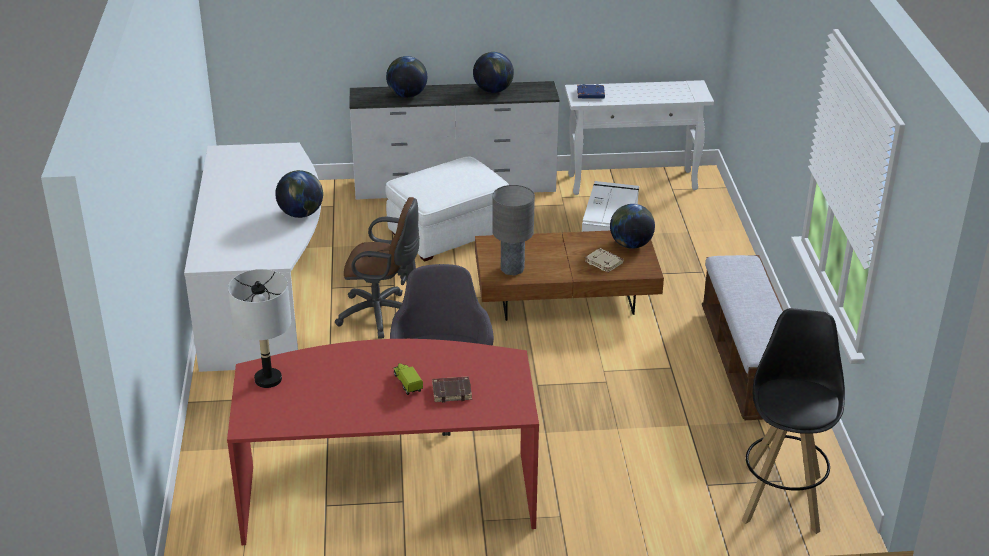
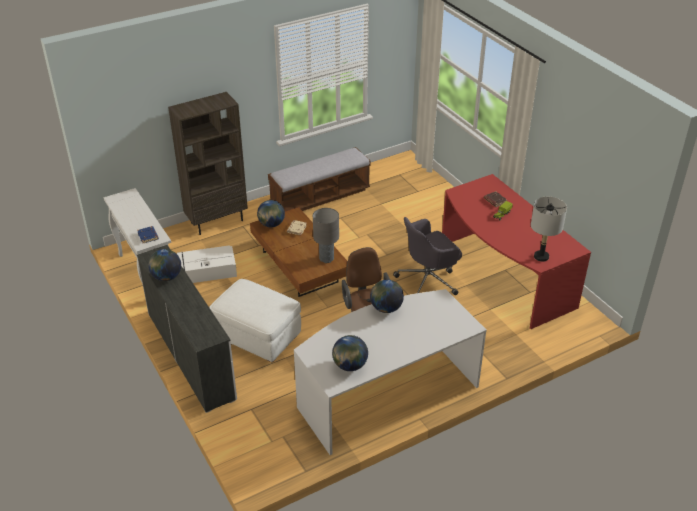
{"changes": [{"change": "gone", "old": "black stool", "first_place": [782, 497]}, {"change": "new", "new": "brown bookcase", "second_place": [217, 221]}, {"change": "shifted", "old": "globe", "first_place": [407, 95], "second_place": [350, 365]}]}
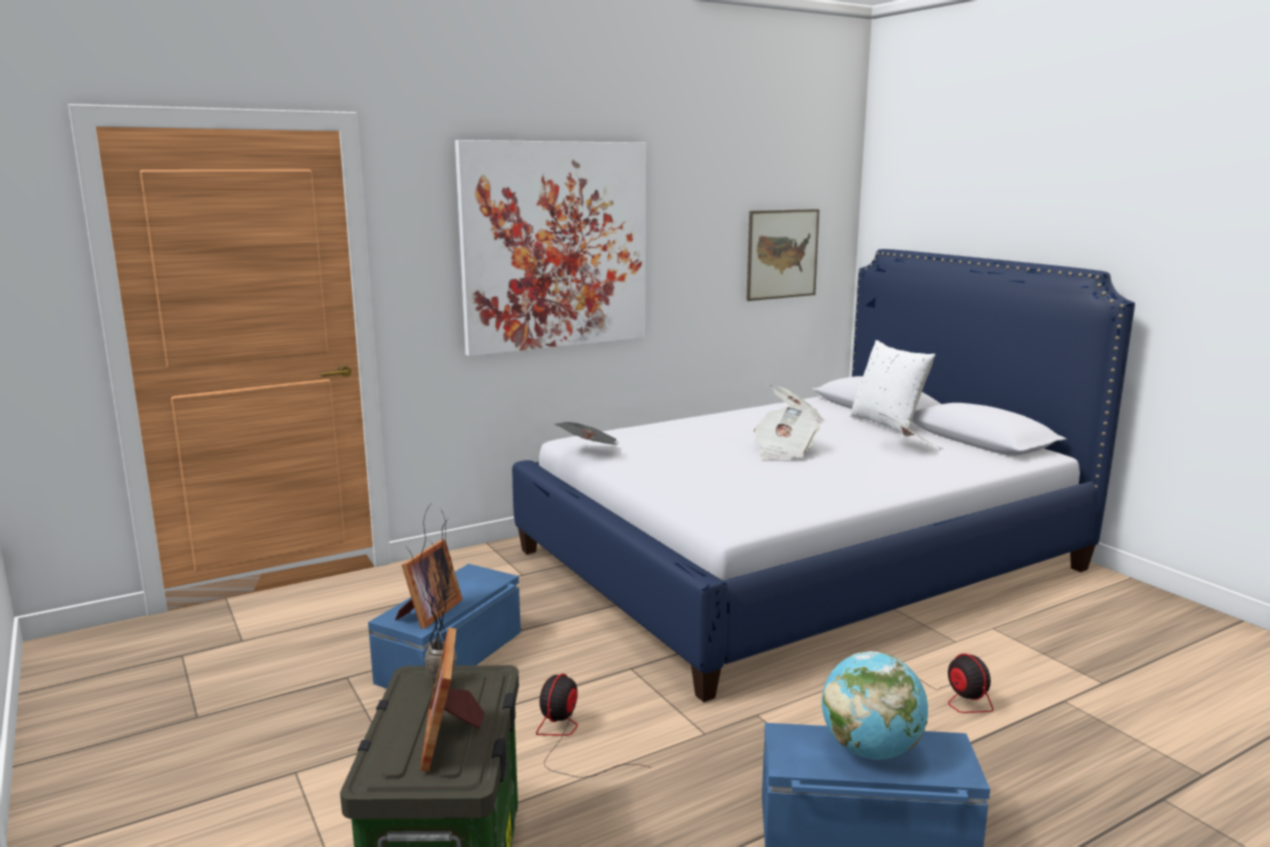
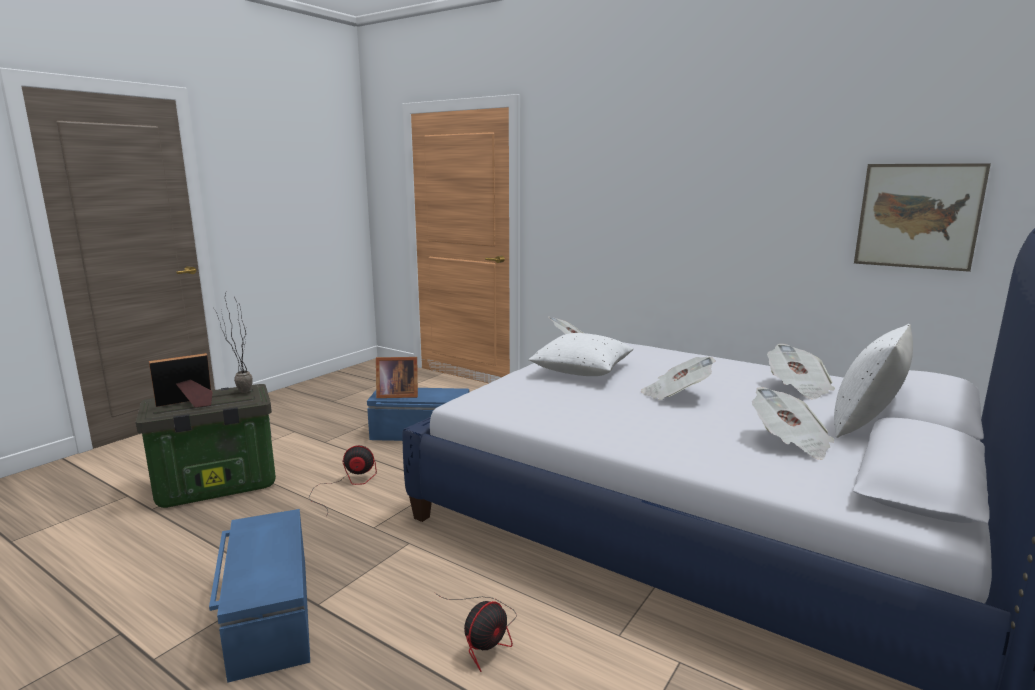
{"changes": [{"change": "gone", "old": "picture", "first_place": [555, 246]}, {"change": "gone", "old": "globe", "first_place": [870, 750]}, {"change": "new", "new": "white pillow", "second_place": [582, 371]}]}
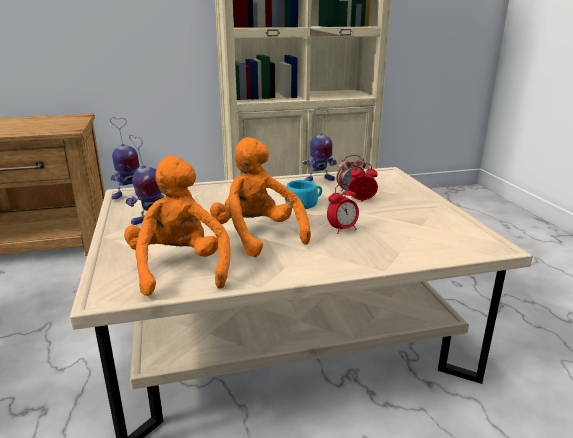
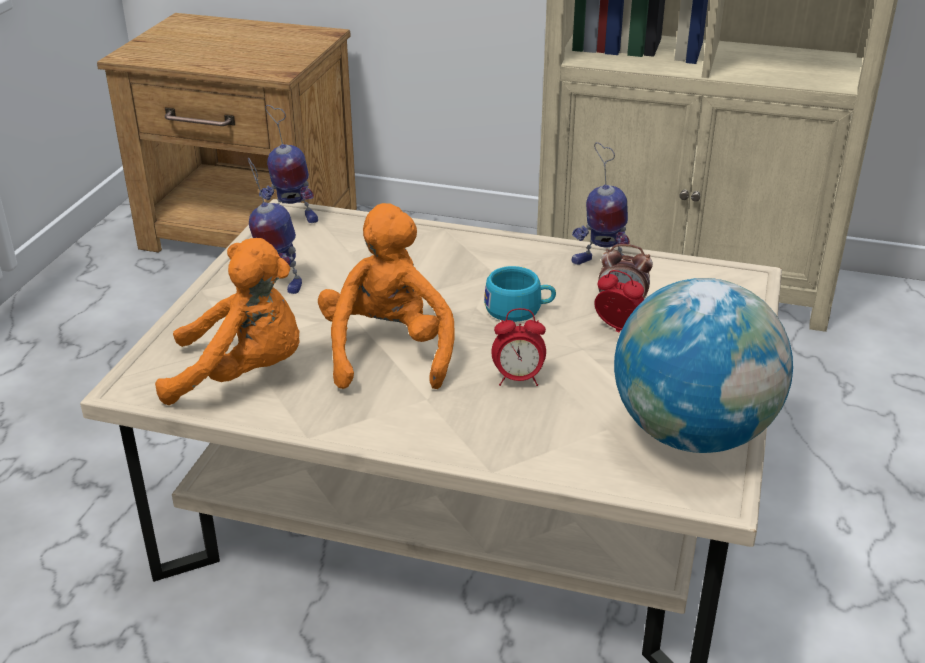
{"changes": [{"change": "new", "new": "globe", "second_place": [692, 433]}, {"change": "rotated", "old": "orange plush toy", "first_place": [180, 268], "second_place": [243, 374], "degrees": 75}]}
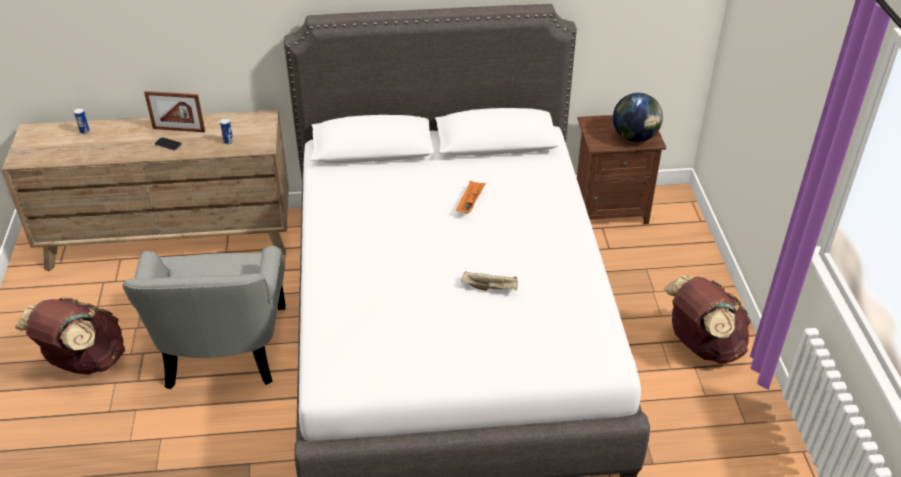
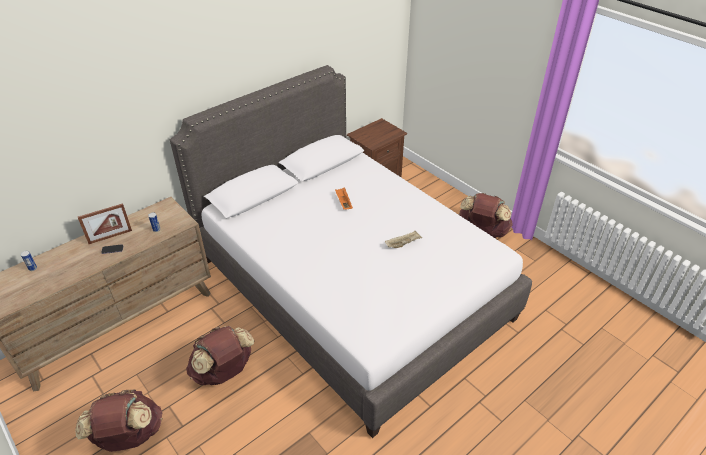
{"changes": [{"change": "gone", "old": "globe", "first_place": [635, 137]}, {"change": "swapped", "old": "grey armchair", "new": "brown backpack", "first_place": [223, 348], "second_place": [223, 372]}]}
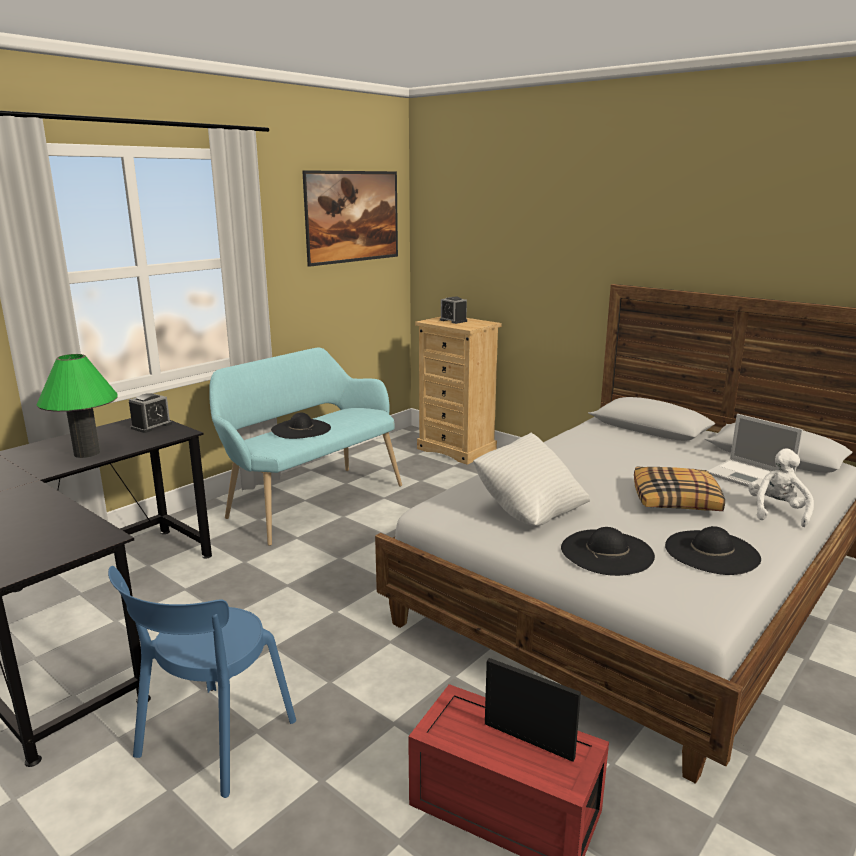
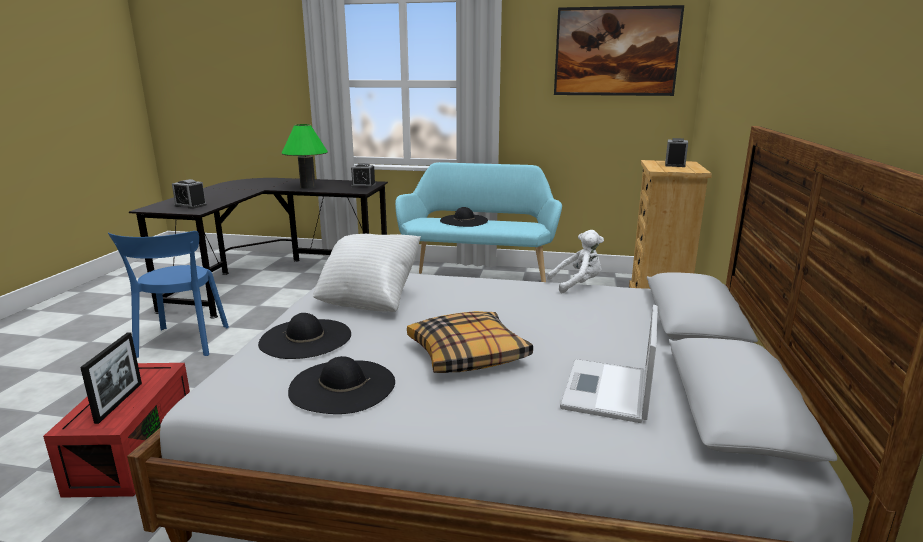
{"changes": [{"change": "new", "new": "alarm clock", "second_place": [190, 205]}, {"change": "shifted", "old": "white plush toy", "first_place": [777, 512], "second_place": [577, 285]}, {"change": "rotated", "old": "blue chair", "first_place": [212, 743], "second_place": [181, 344], "degrees": -90}]}
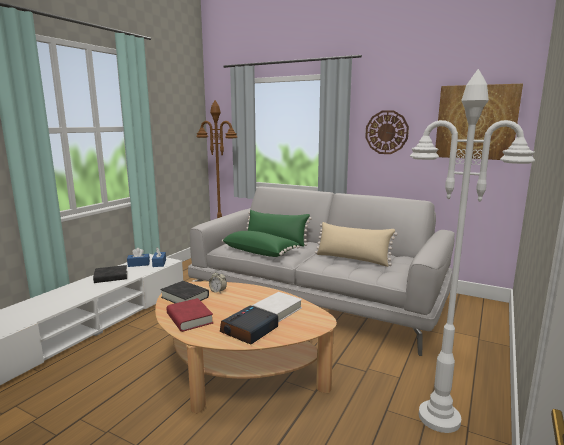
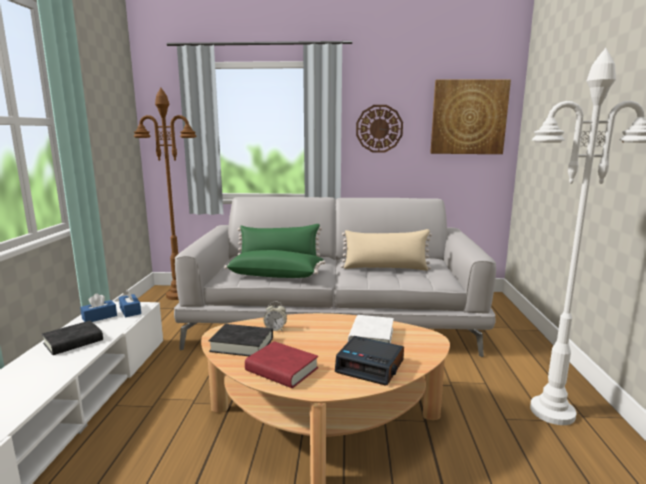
{"changes": [{"change": "rotated", "old": "alarm clock", "first_place": [249, 330], "second_place": [370, 366], "degrees": -75}]}
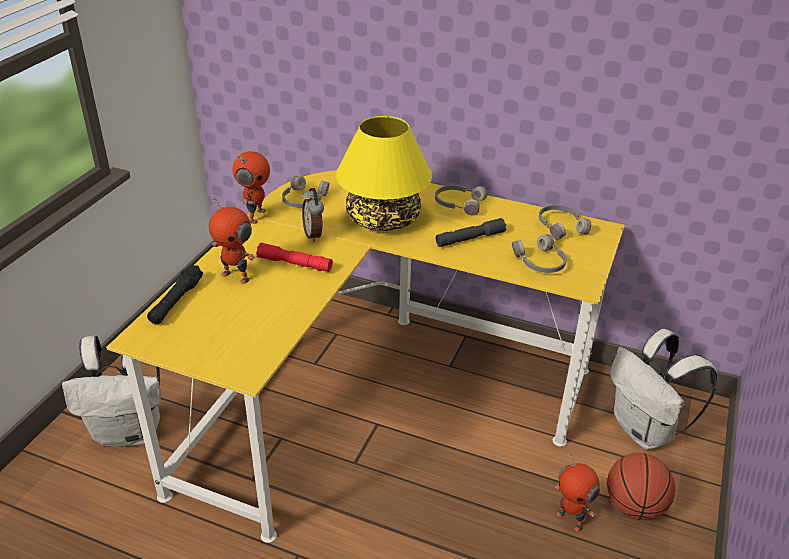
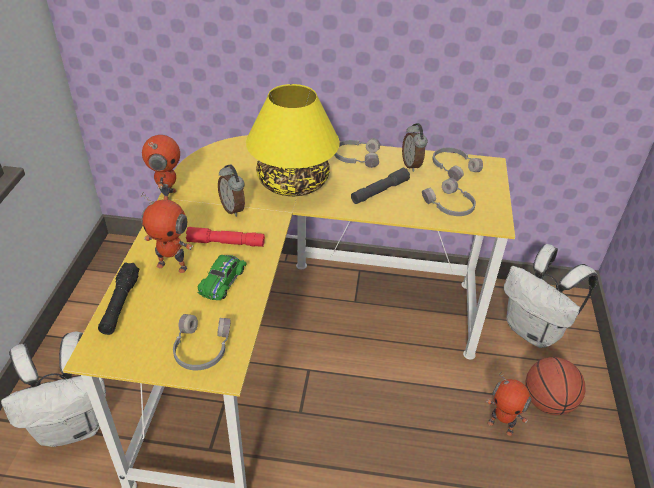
{"changes": [{"change": "new", "new": "green toy car", "second_place": [222, 281]}, {"change": "new", "new": "alarm clock", "second_place": [412, 165]}, {"change": "shifted", "old": "grey headphones", "first_place": [303, 200], "second_place": [201, 349]}]}
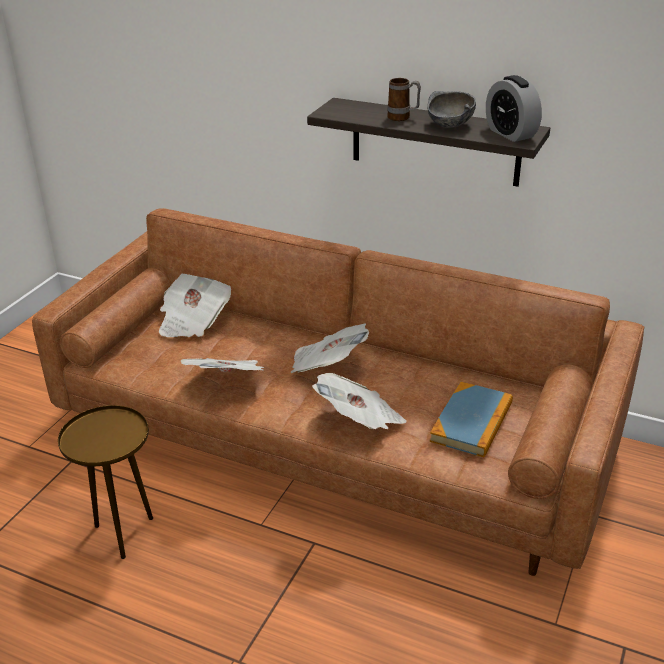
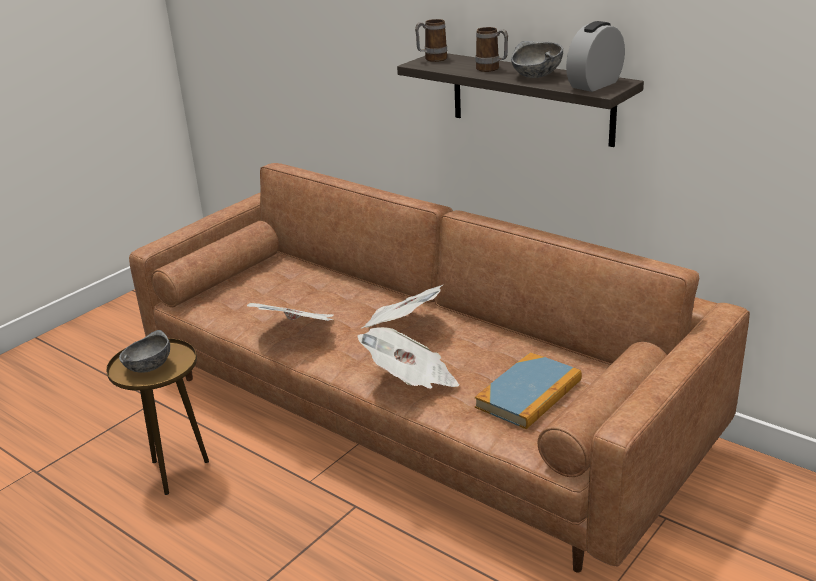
{"changes": [{"change": "gone", "old": "newspaper", "first_place": [193, 320]}, {"change": "new", "new": "grey bowl", "second_place": [148, 367]}, {"change": "new", "new": "mug", "second_place": [431, 59]}, {"change": "rotated", "old": "alarm clock", "first_place": [510, 133], "second_place": [594, 85], "degrees": 60}]}
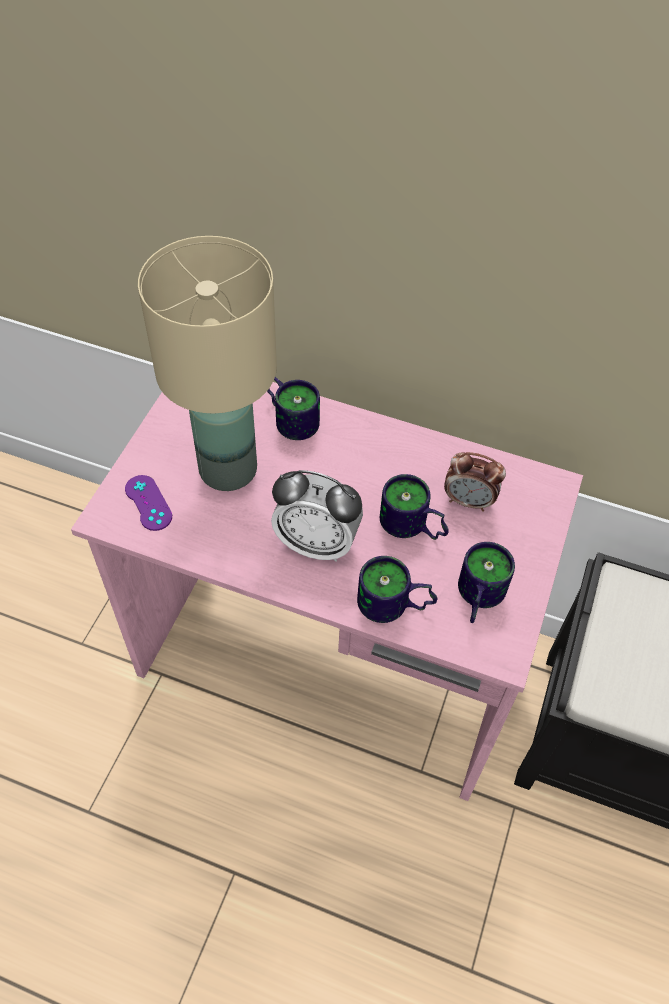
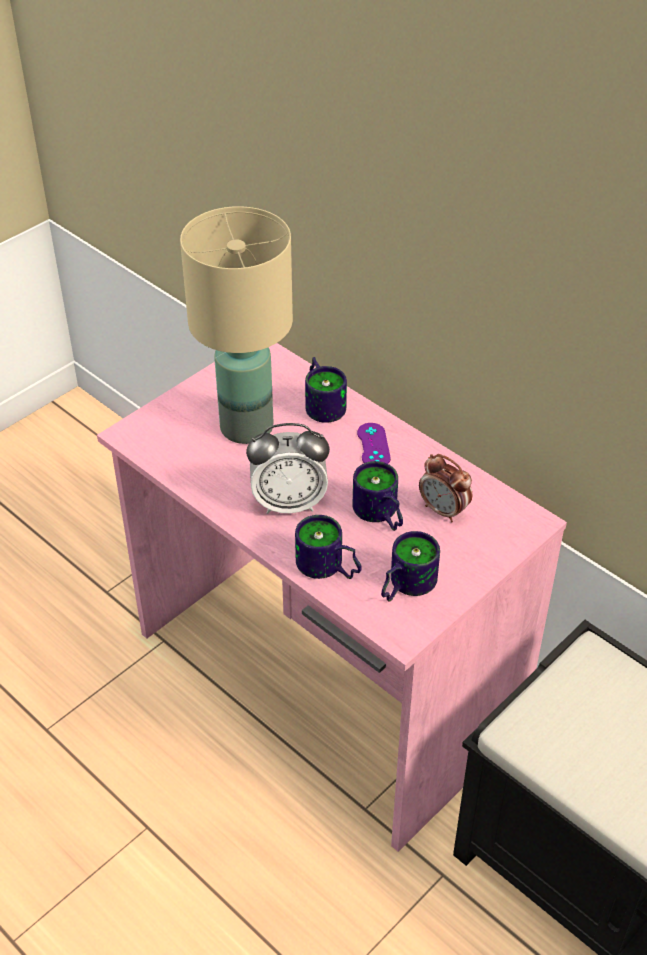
{"changes": [{"change": "shifted", "old": "purple game controller", "first_place": [148, 503], "second_place": [373, 446]}, {"change": "rotated", "old": "alarm clock", "first_place": [317, 543], "second_place": [289, 503], "degrees": -45}]}
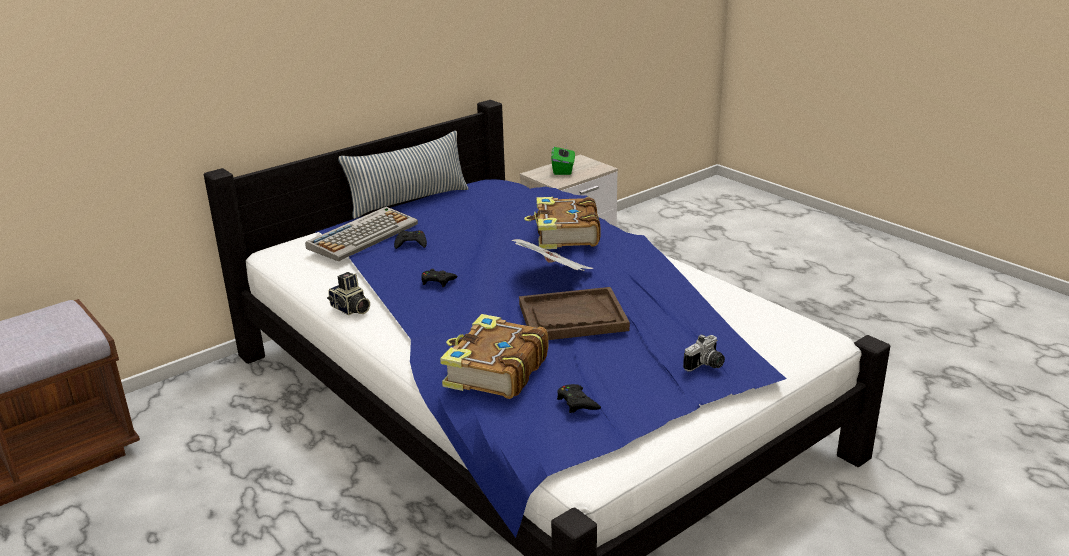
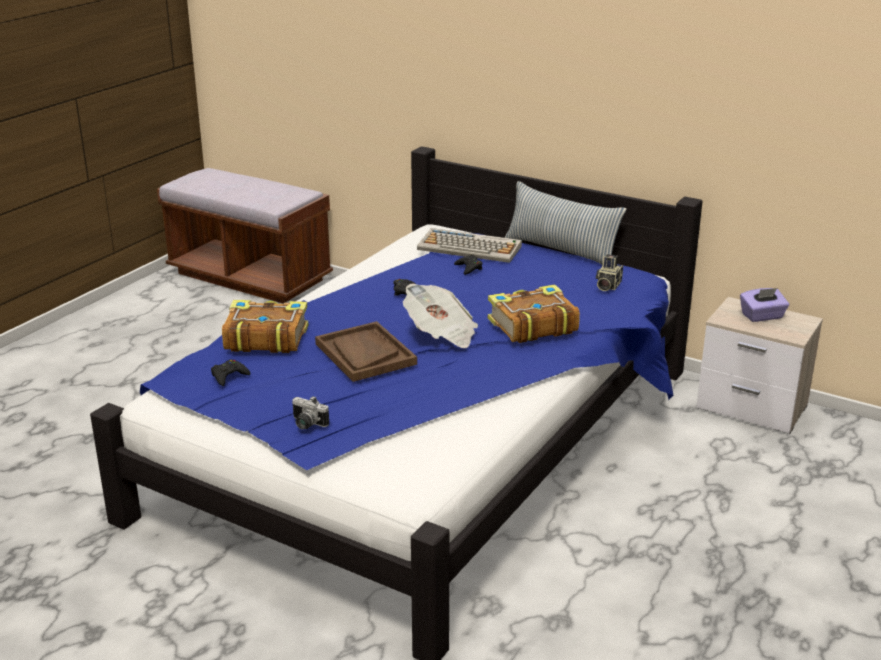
{"changes": [{"change": "shifted", "old": "photo camera", "first_place": [350, 309], "second_place": [607, 286]}, {"change": "repainted", "old": "green tissue box", "new": "purple tissue box", "first_place": [563, 170], "second_place": [762, 316]}]}
